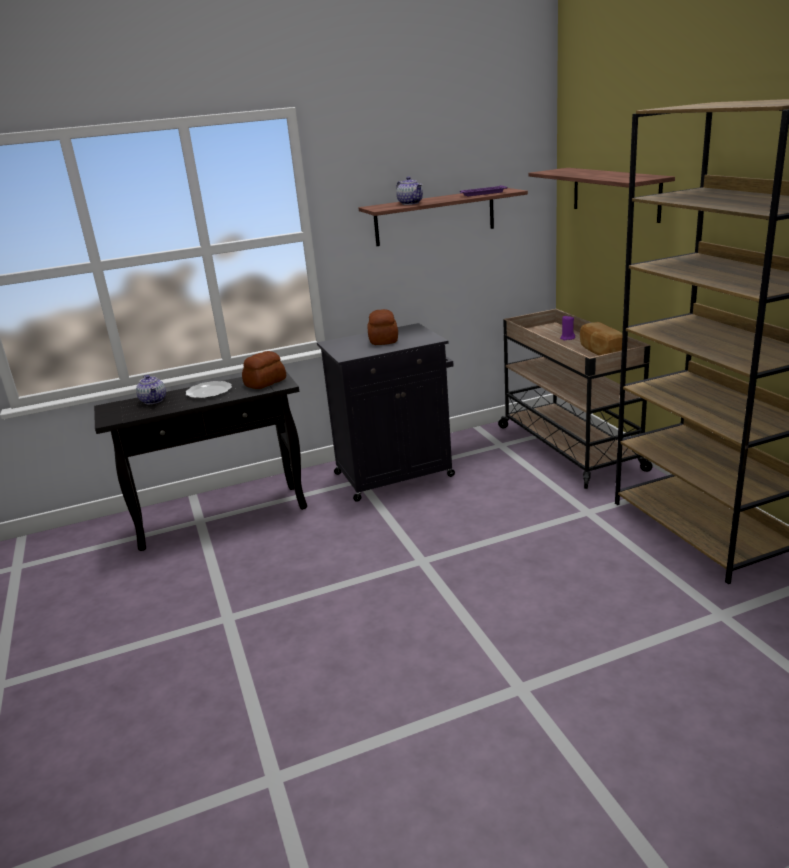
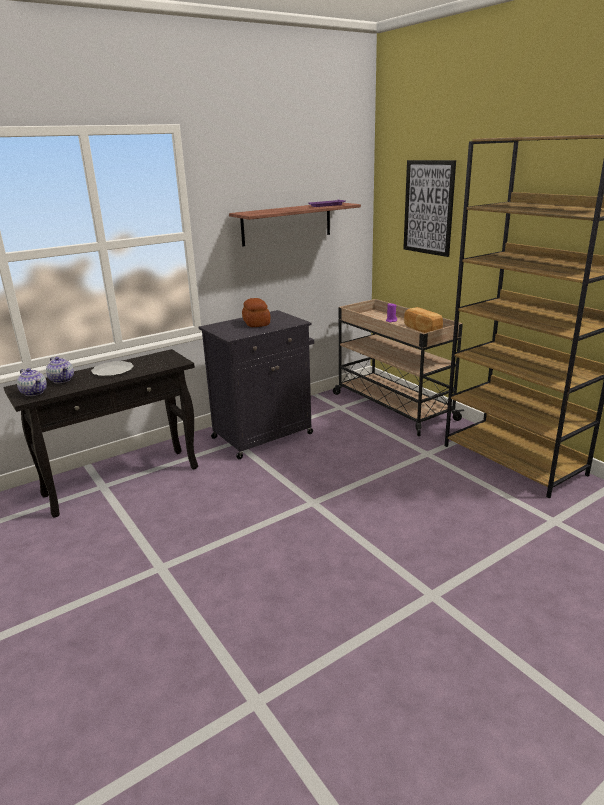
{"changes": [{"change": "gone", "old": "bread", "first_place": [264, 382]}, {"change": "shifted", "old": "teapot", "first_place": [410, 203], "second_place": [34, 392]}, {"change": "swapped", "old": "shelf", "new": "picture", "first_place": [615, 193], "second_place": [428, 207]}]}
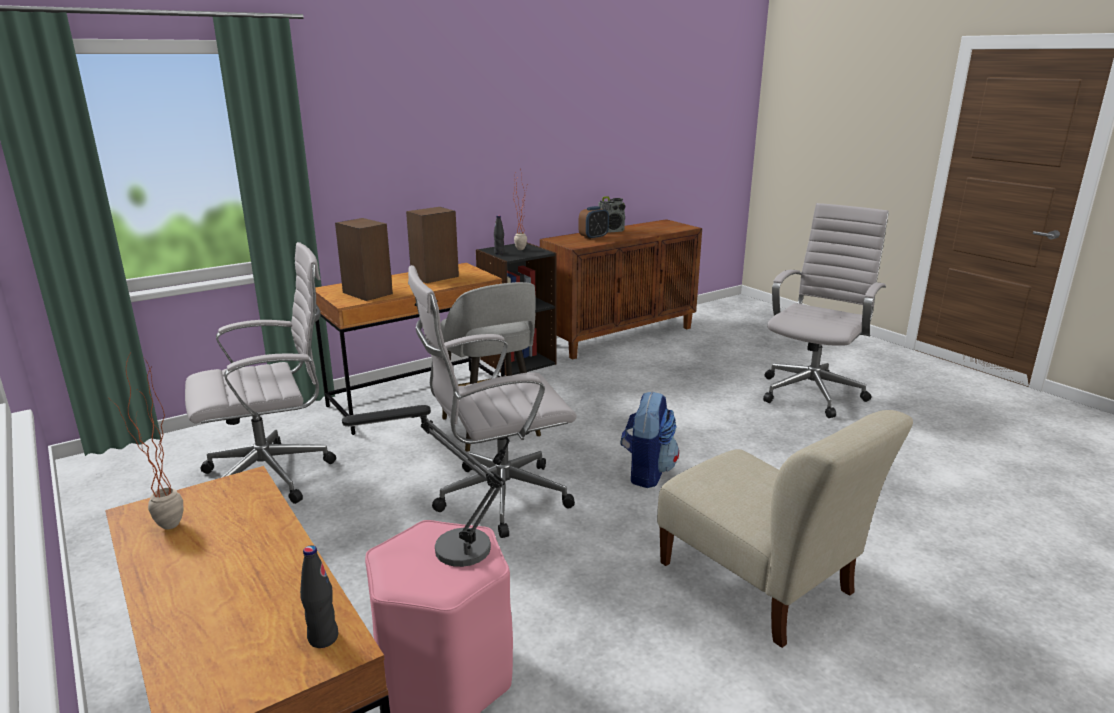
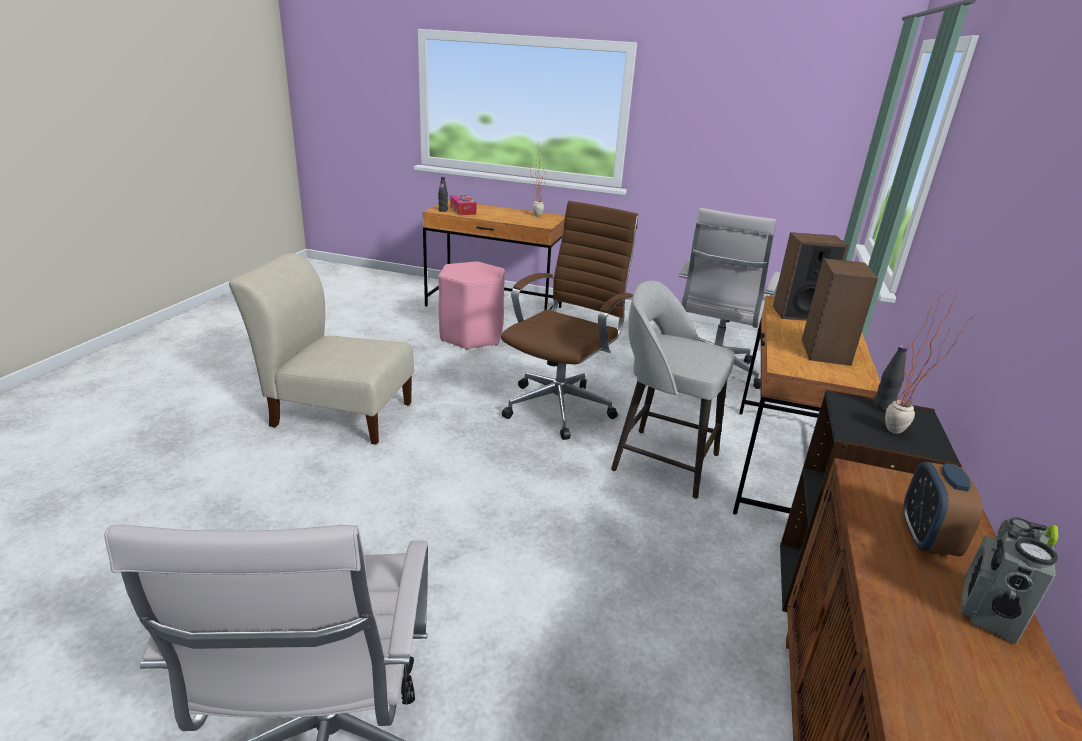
{"changes": [{"change": "gone", "old": "table lamp", "first_place": [445, 550]}, {"change": "gone", "old": "backpack", "first_place": [647, 472]}, {"change": "new", "new": "tissue box", "second_place": [463, 210]}, {"change": "repainted", "old": "white office chair", "new": "brown office chair", "first_place": [496, 498], "second_place": [561, 406]}]}
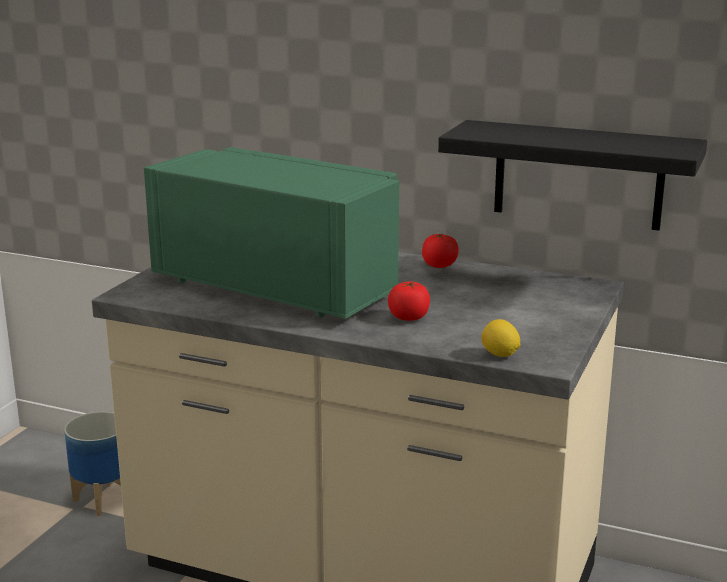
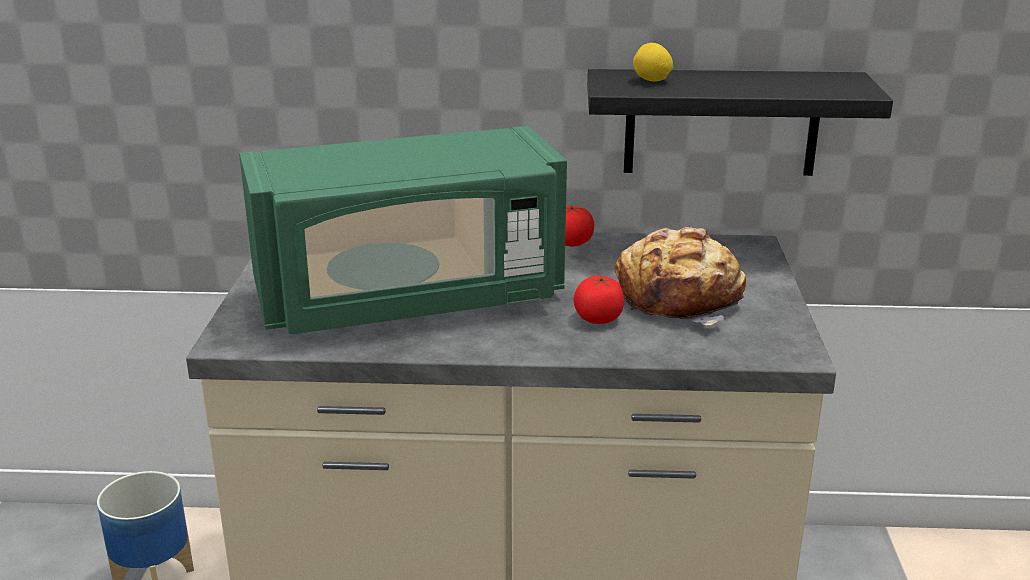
{"changes": [{"change": "new", "new": "bread", "second_place": [680, 298]}, {"change": "shifted", "old": "lemon", "first_place": [499, 355], "second_place": [652, 81]}, {"change": "rotated", "old": "green microwave", "first_place": [277, 286], "second_place": [411, 299], "degrees": 150}]}
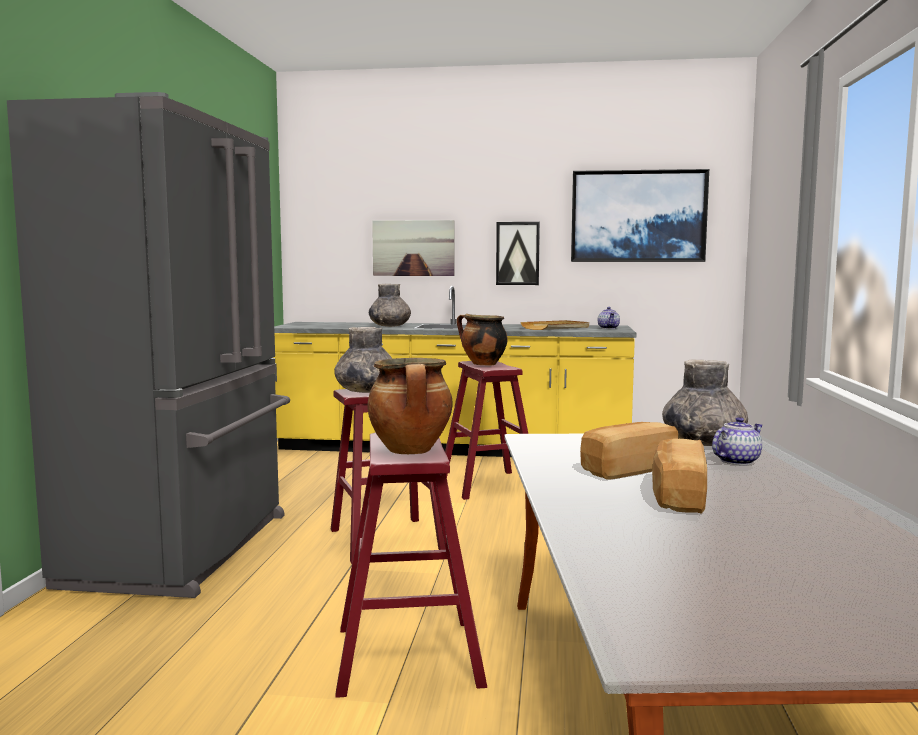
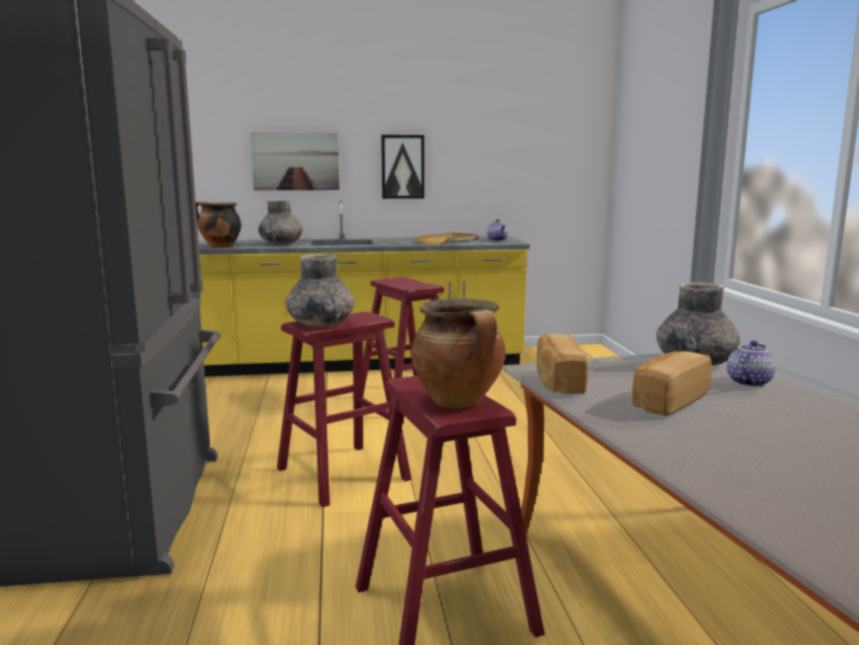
{"changes": [{"change": "gone", "old": "picture", "first_place": [638, 216]}, {"change": "shifted", "old": "cooking pot", "first_place": [482, 364], "second_place": [219, 247]}, {"change": "shifted", "old": "bread", "first_place": [677, 497], "second_place": [558, 382]}]}
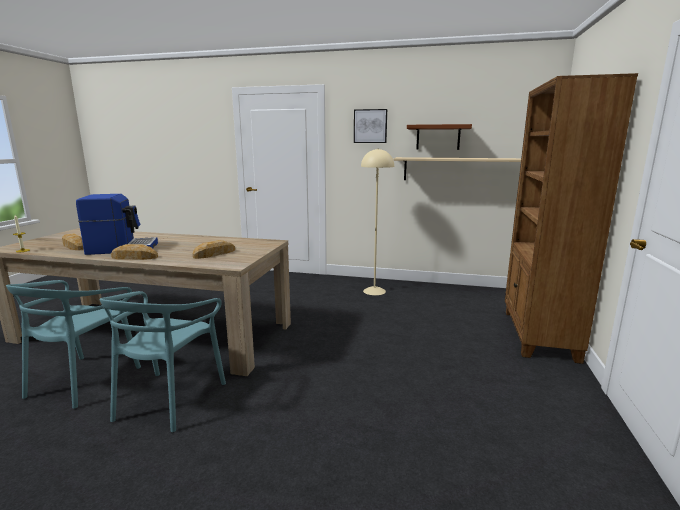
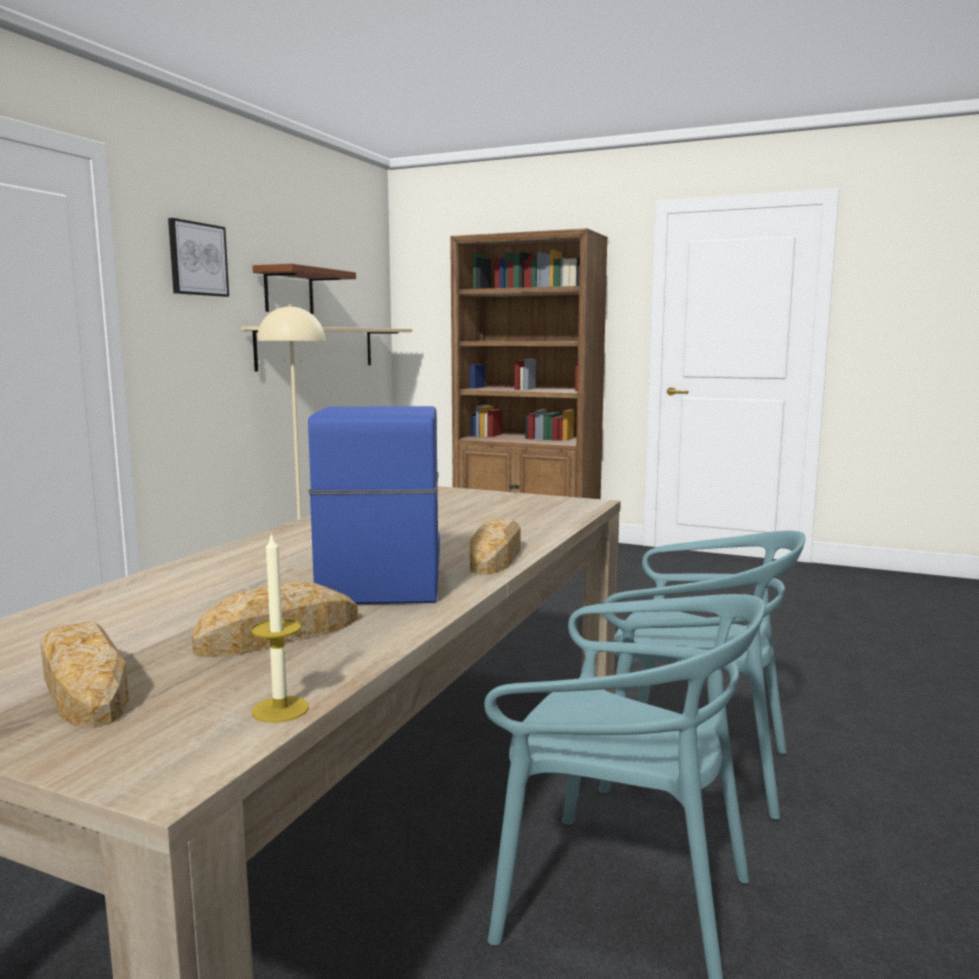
{"changes": [{"change": "shifted", "old": "bread", "first_place": [214, 254], "second_place": [84, 687]}]}
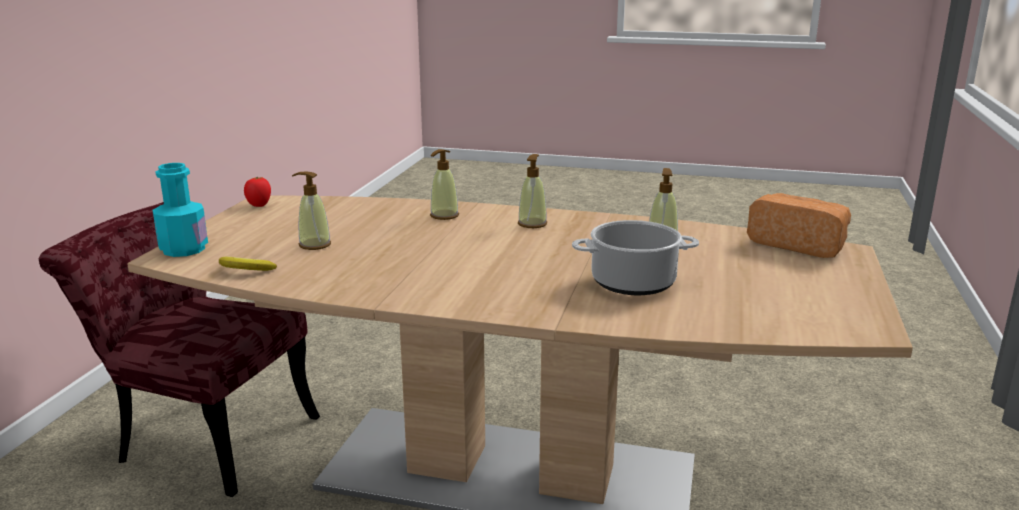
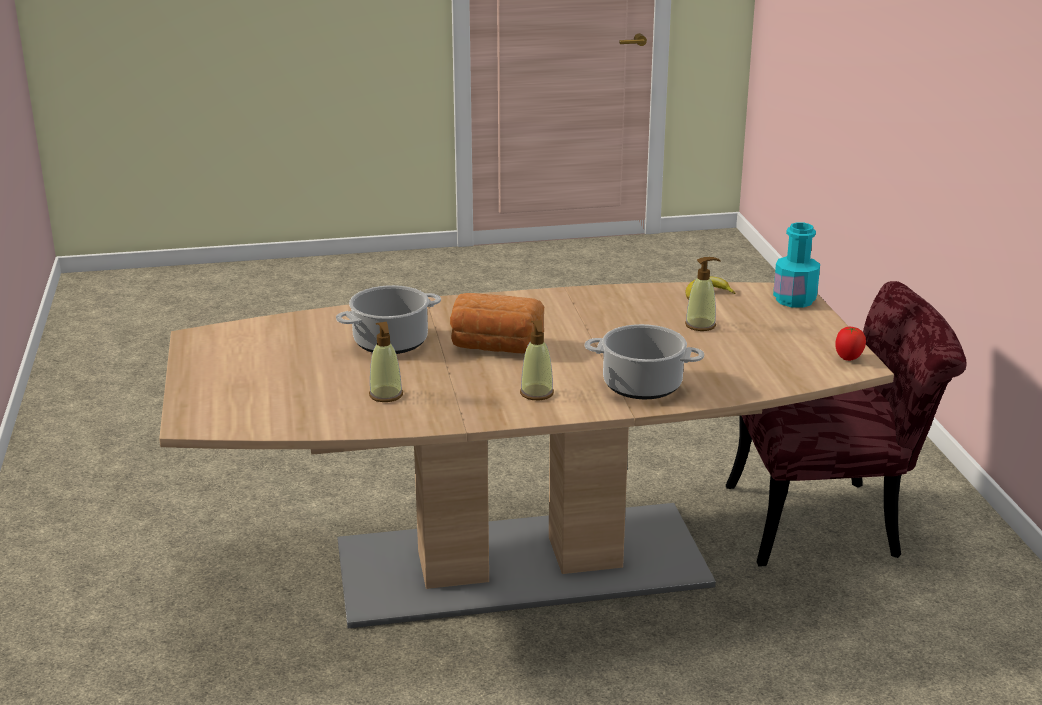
{"changes": [{"change": "shifted", "old": "bread", "first_place": [798, 244], "second_place": [494, 346]}, {"change": "swapped", "old": "soap dispenser", "new": "cooking pot", "first_place": [444, 216], "second_place": [641, 385]}]}
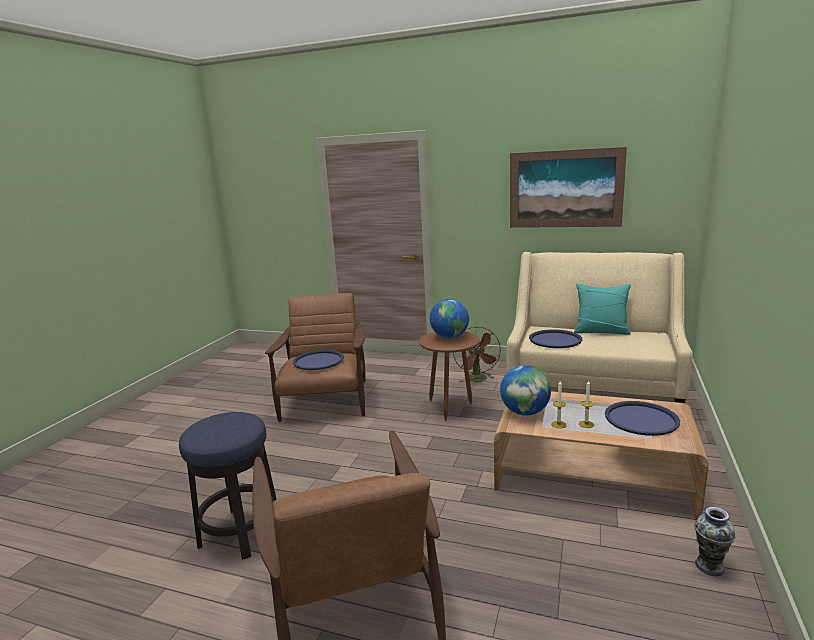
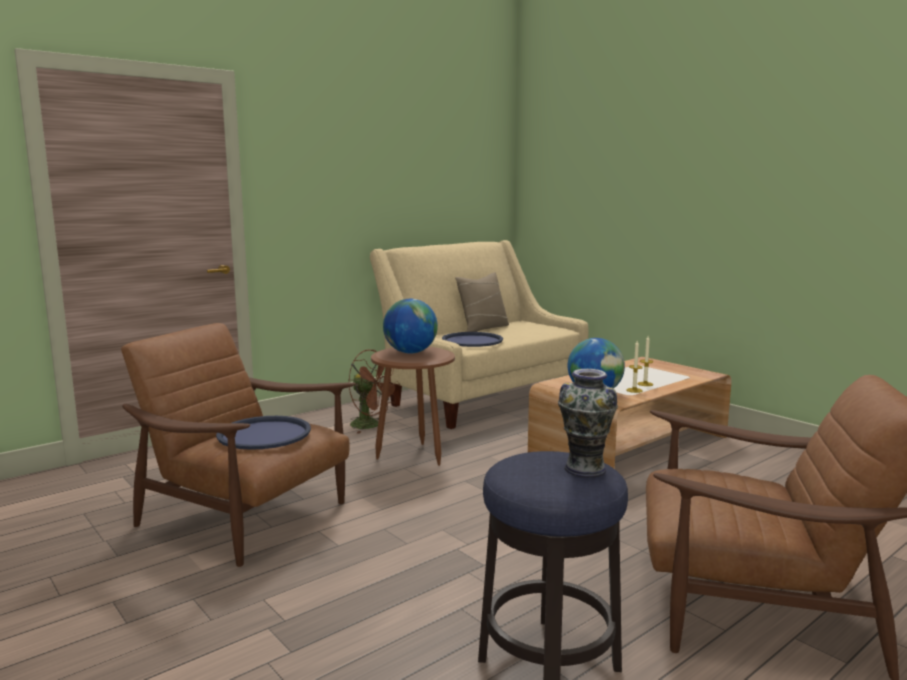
{"changes": [{"change": "gone", "old": "picture", "first_place": [565, 189]}, {"change": "gone", "old": "blue tray", "first_place": [641, 419]}, {"change": "shifted", "old": "vase", "first_place": [709, 566], "second_place": [585, 469]}, {"change": "repainted", "old": "turquoise pillow", "new": "beige pillow", "first_place": [601, 331], "second_place": [483, 328]}]}
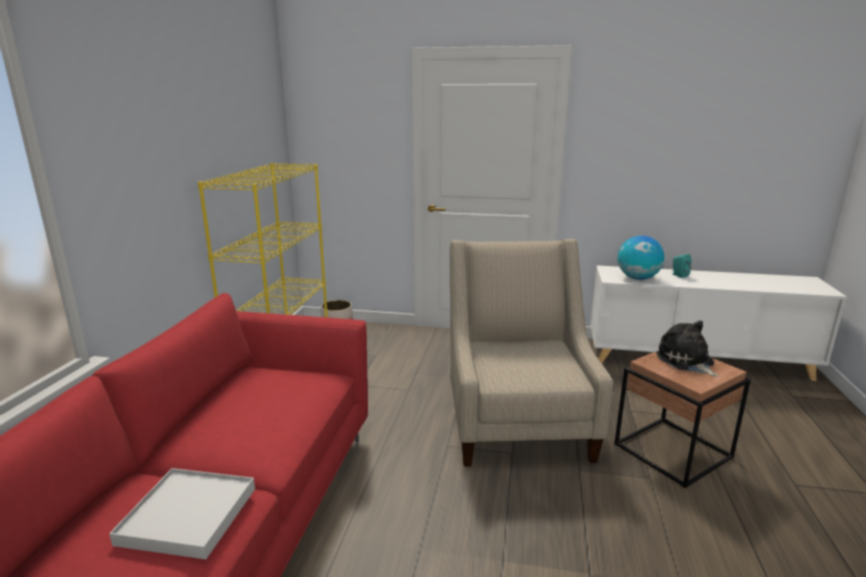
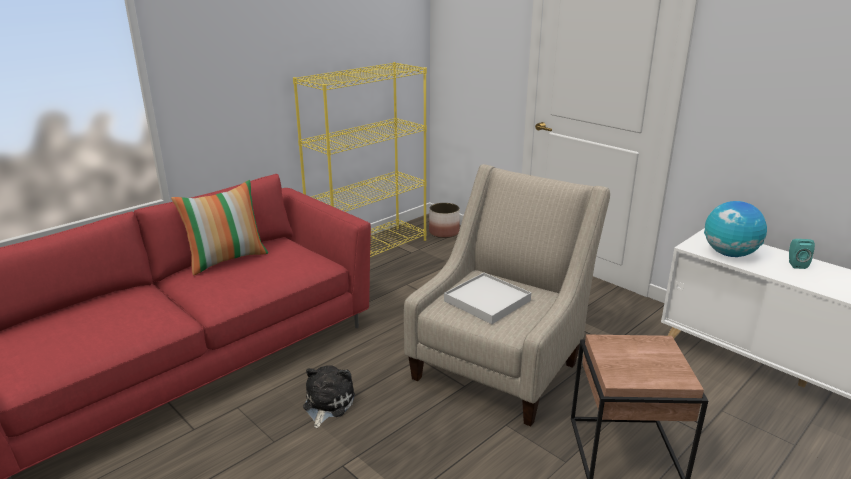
{"changes": [{"change": "new", "new": "pillow", "second_place": [227, 259]}, {"change": "shifted", "old": "white tray", "first_place": [188, 515], "second_place": [487, 301]}, {"change": "shifted", "old": "plush toy", "first_place": [686, 361], "second_place": [327, 404]}]}
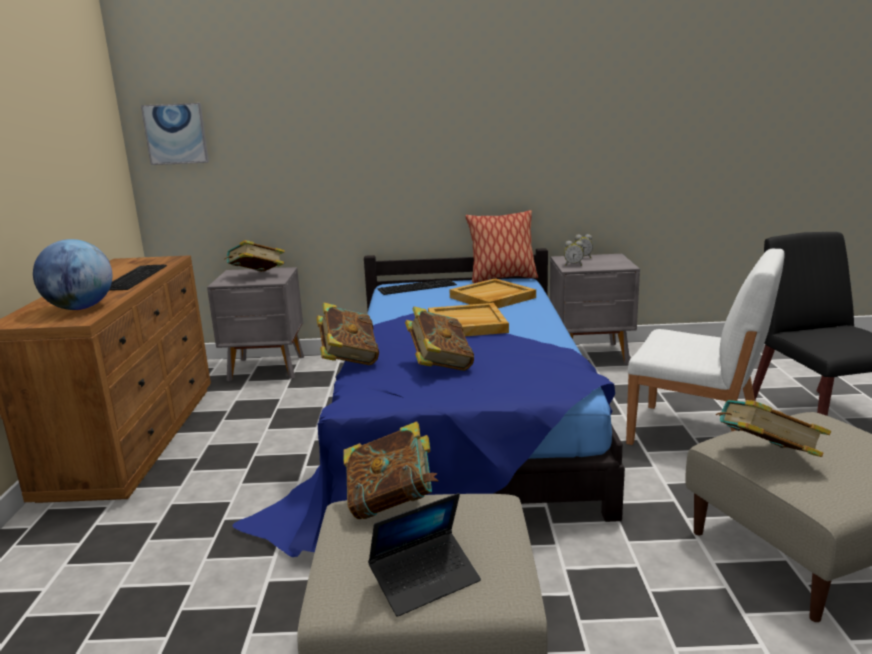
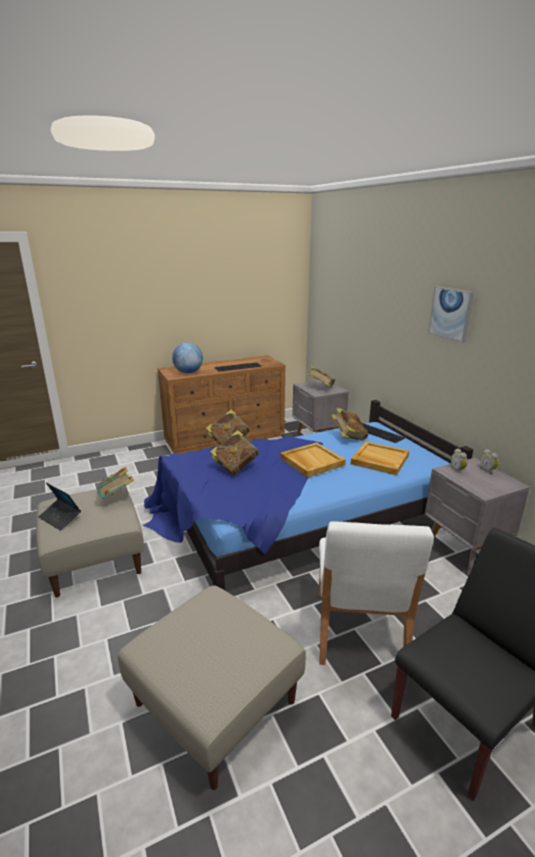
{"changes": [{"change": "gone", "old": "pillow", "first_place": [502, 278]}, {"change": "shifted", "old": "picture", "first_place": [176, 134], "second_place": [451, 313]}, {"change": "shifted", "old": "book", "first_place": [765, 457], "second_place": [348, 437]}]}
